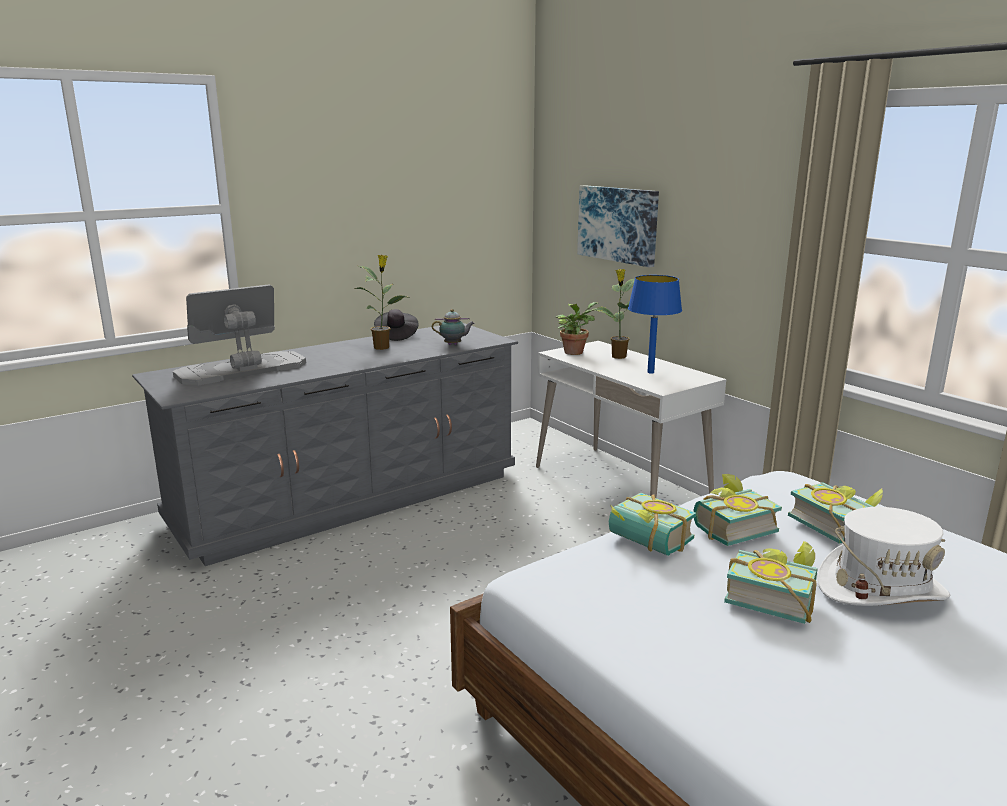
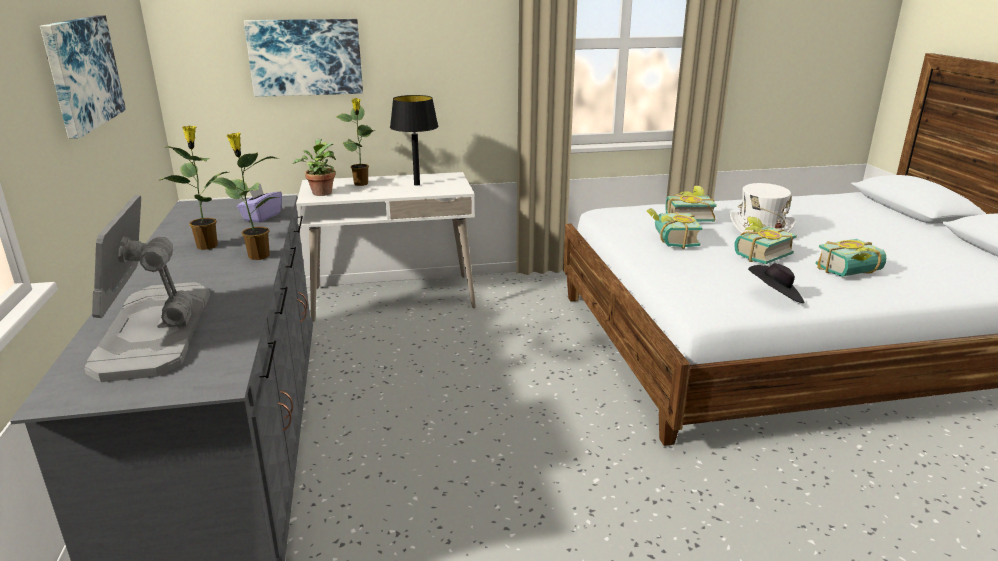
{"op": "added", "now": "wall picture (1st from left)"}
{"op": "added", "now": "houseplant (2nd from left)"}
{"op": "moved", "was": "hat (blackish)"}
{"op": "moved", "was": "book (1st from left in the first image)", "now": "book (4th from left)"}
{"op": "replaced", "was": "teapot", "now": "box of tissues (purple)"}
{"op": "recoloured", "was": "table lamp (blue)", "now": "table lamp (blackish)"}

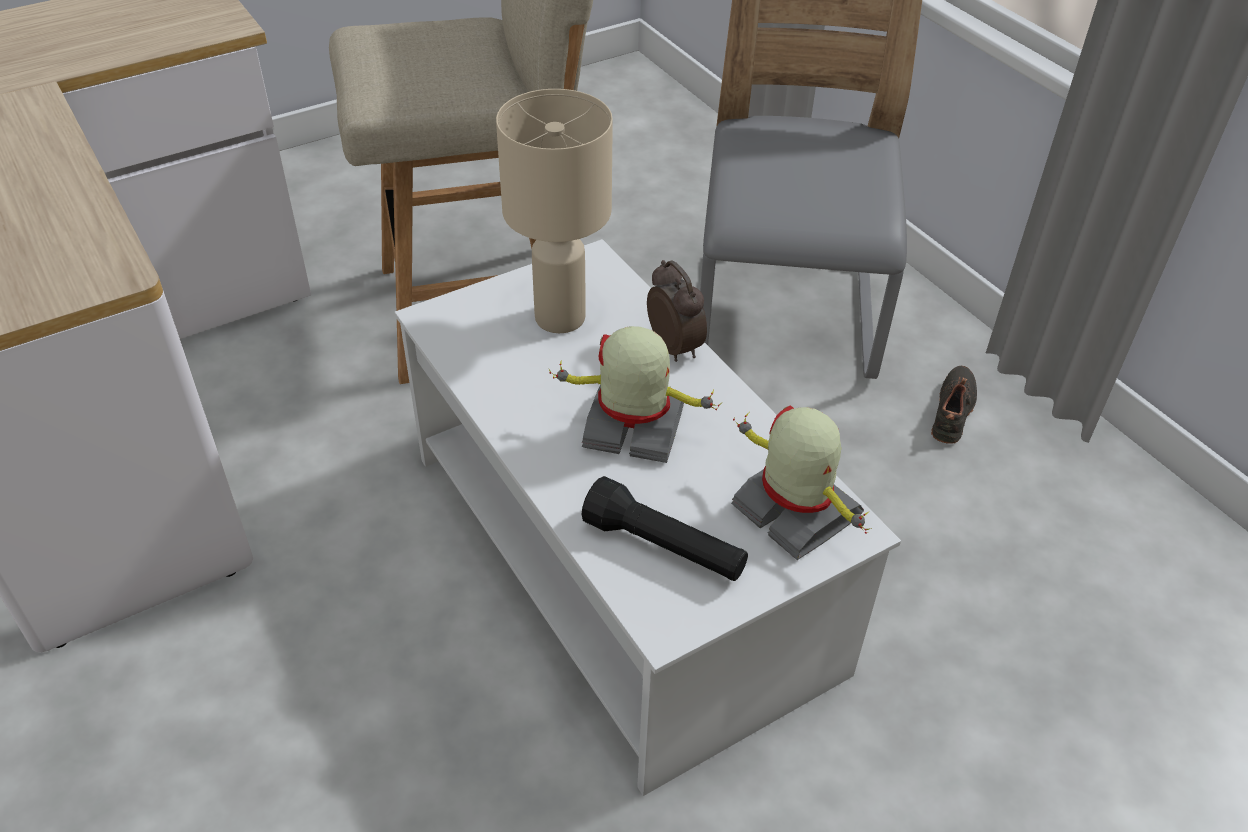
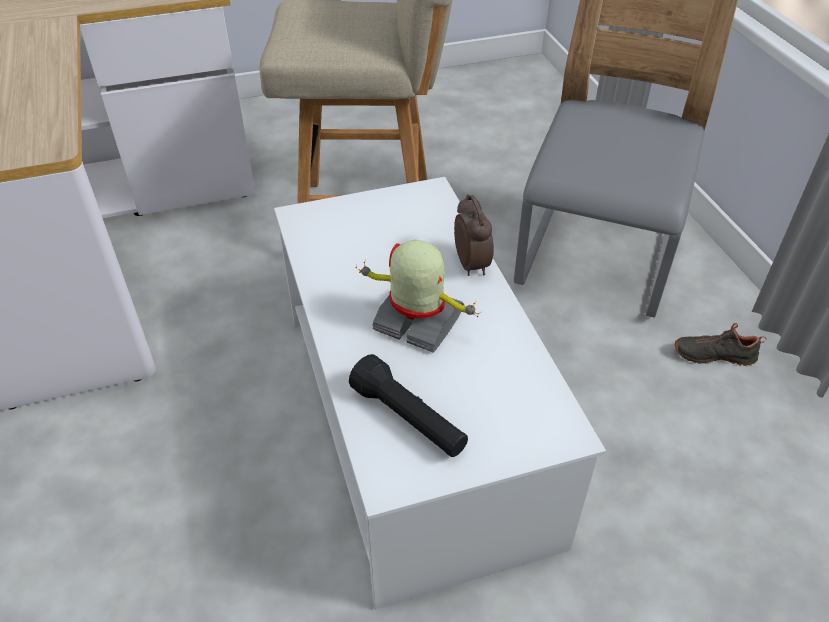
{"op": "removed", "was": "table lamp (sand-coloured)"}
{"op": "removed", "was": "robot figure (2nd from left)"}
{"op": "turned", "was": "item of footwear (blackish)", "clockwise": -120}

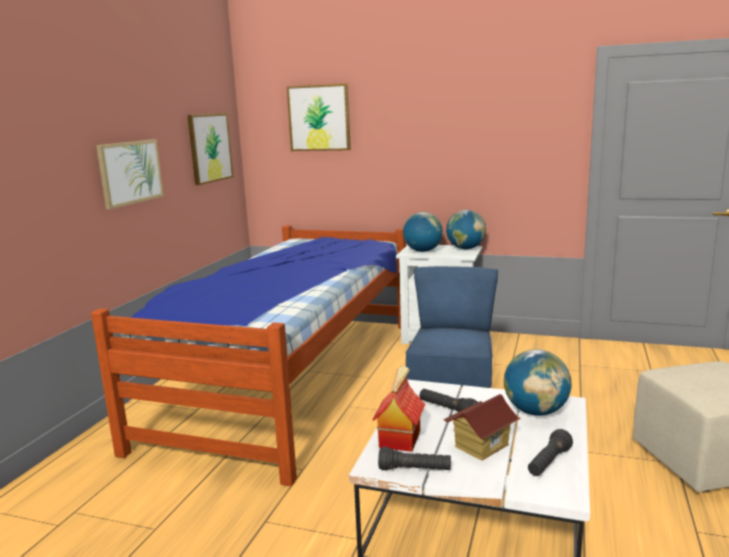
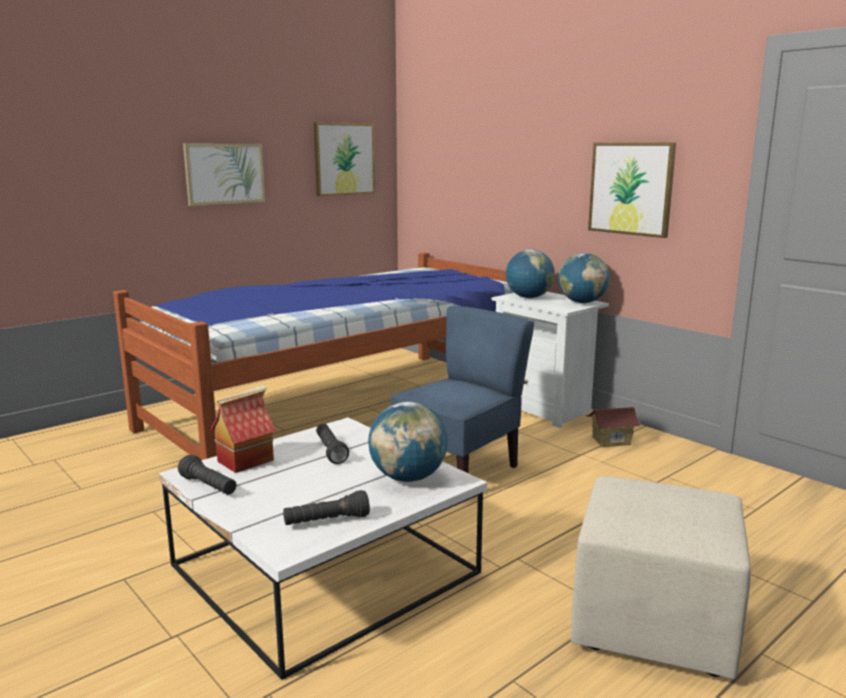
{"op": "moved", "was": "wall picture (3rd from left)"}
{"op": "moved", "was": "model house (2nd from left)"}

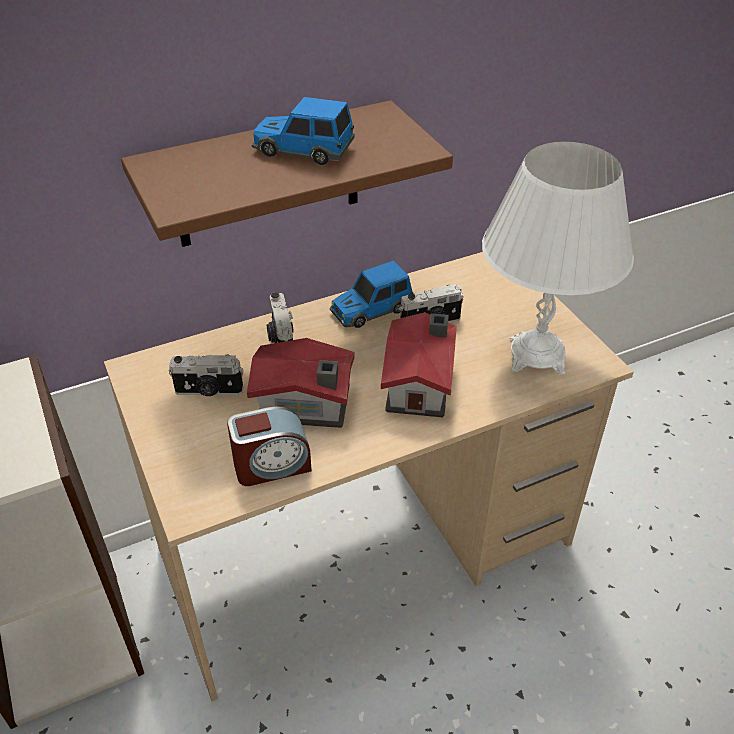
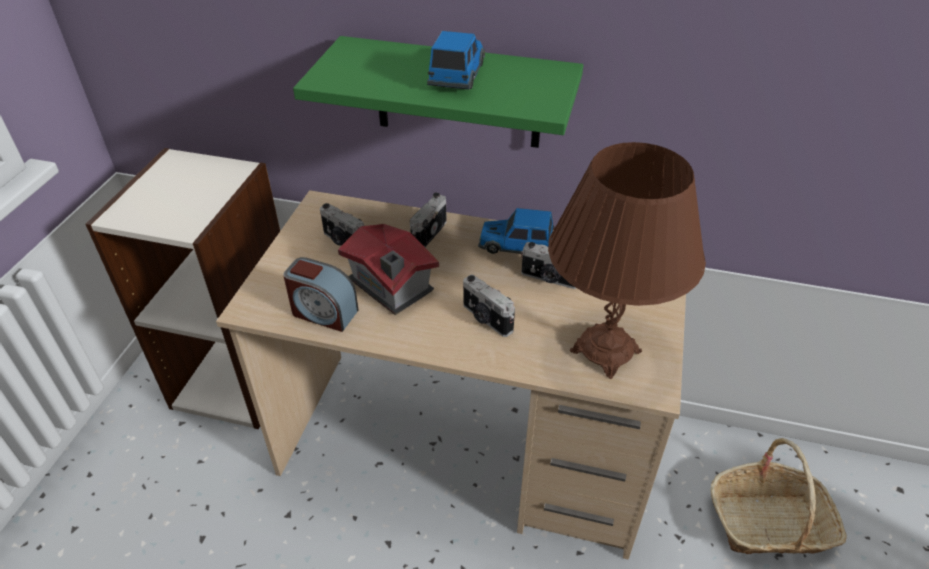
{"op": "added", "now": "storage basket"}
{"op": "replaced", "was": "model house (2nd from left)", "now": "photo camera (3rd from left)"}
{"op": "recoloured", "was": "bracket shelf (brown-coloured)", "now": "bracket shelf (green)"}
{"op": "recoloured", "was": "table lamp (white-coloured)", "now": "table lamp (brown-coloured)"}
{"op": "turned", "was": "model car (1st from left)", "clockwise": 45}

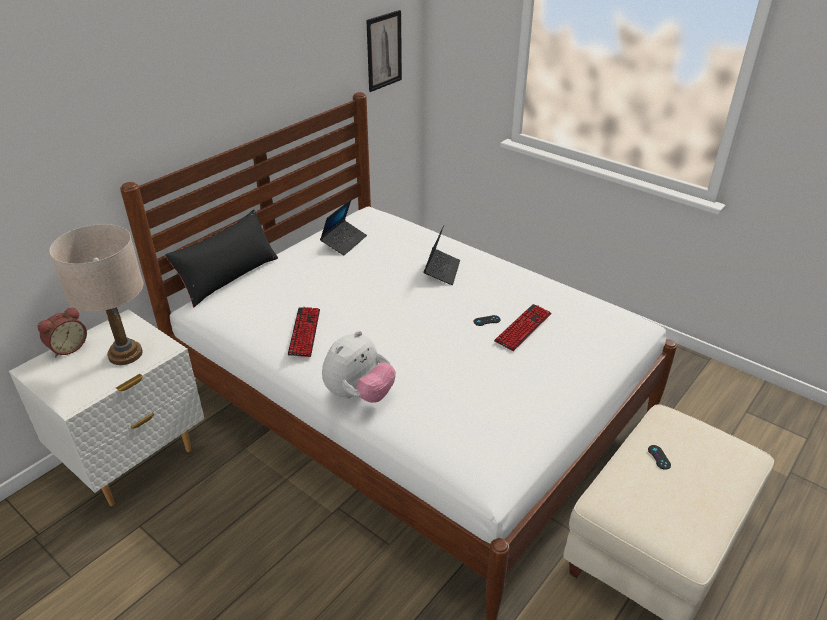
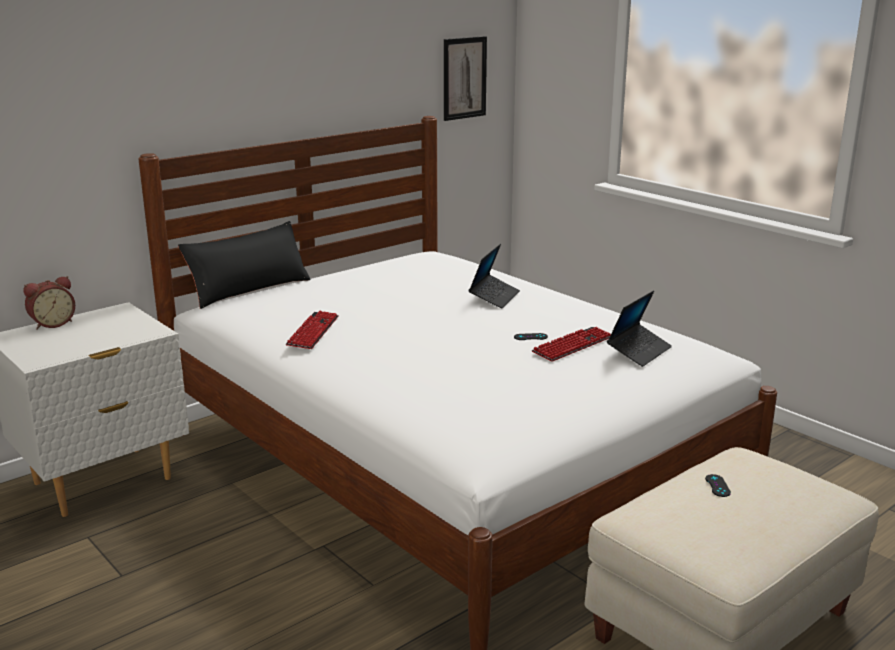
{"op": "removed", "was": "table lamp (sand-coloured)"}
{"op": "removed", "was": "plush toy"}
{"op": "moved", "was": "laptop (1st from left in the first image)", "now": "laptop (2nd from left)"}

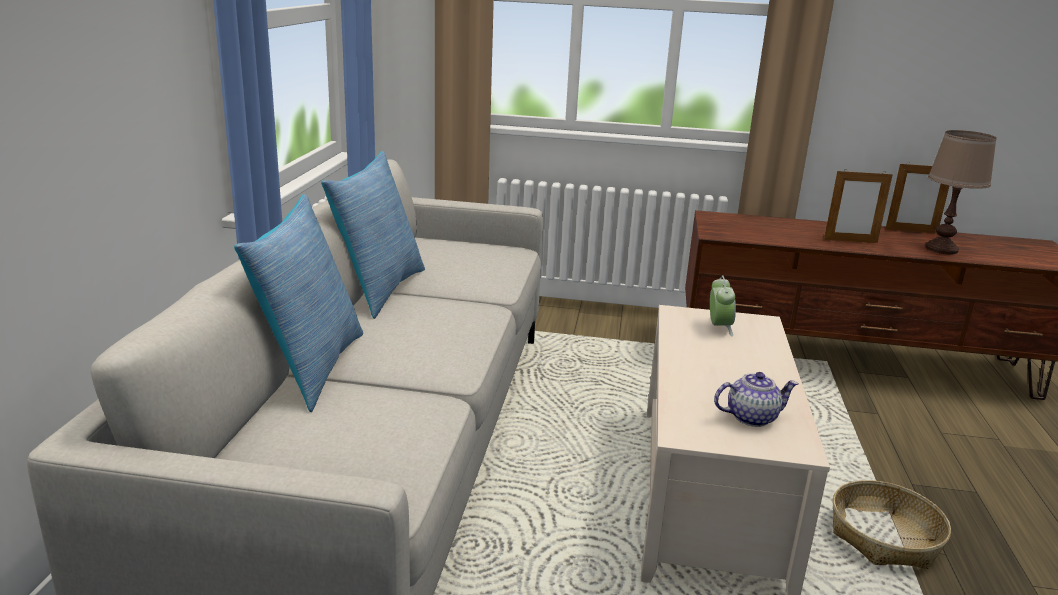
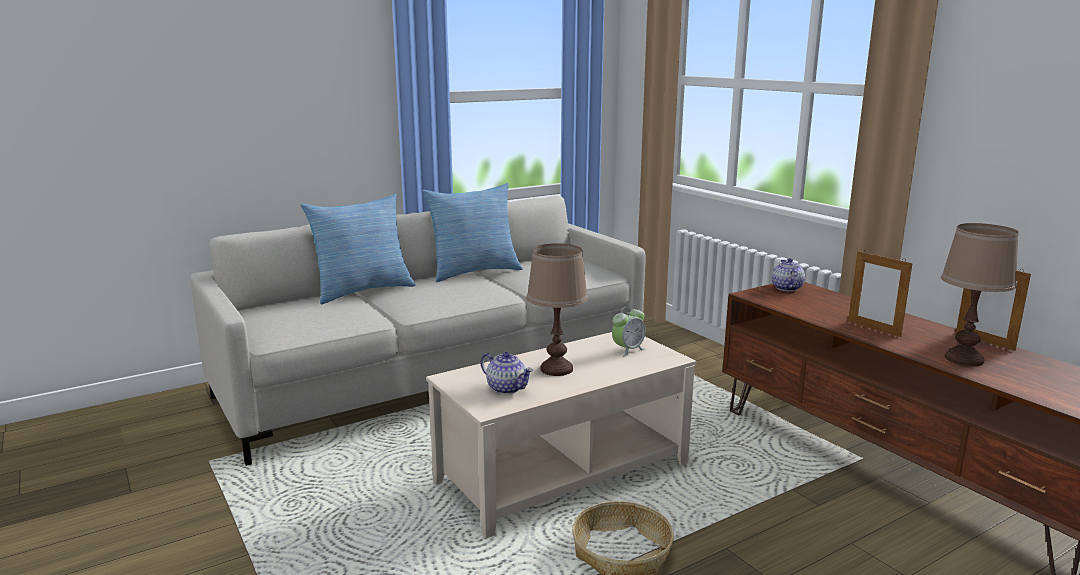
{"op": "added", "now": "table lamp (brown-coloured) (1st from left)"}
{"op": "added", "now": "teapot (2nd from left)"}

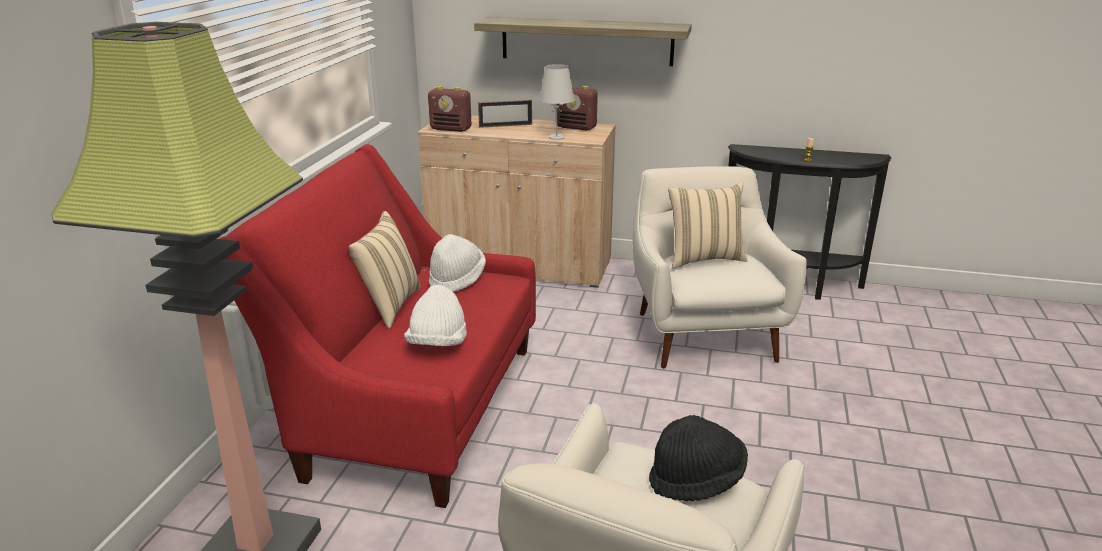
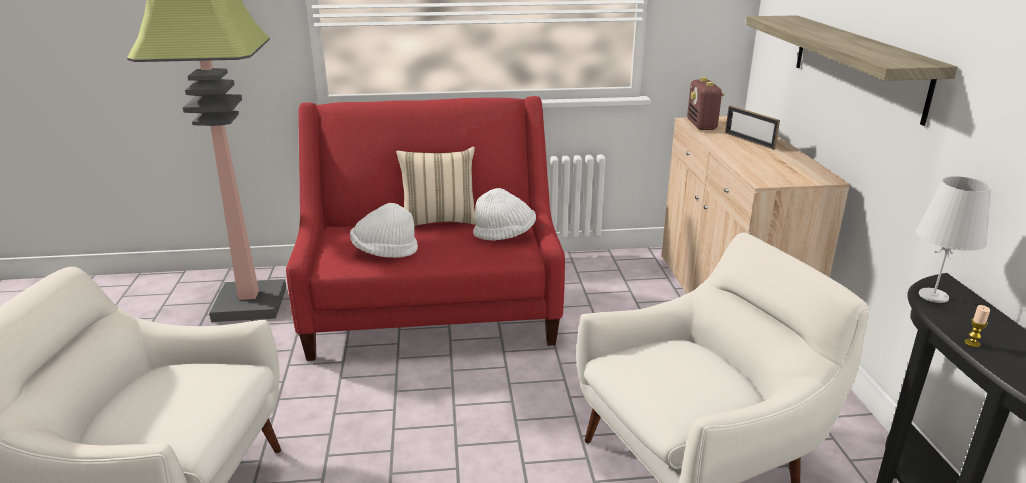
{"op": "removed", "was": "radio receiver (2nd from left)"}
{"op": "removed", "was": "hat (blackish)"}
{"op": "removed", "was": "pillow (sand-coloured) (2nd from left)"}
{"op": "moved", "was": "table lamp (white-coloured)"}

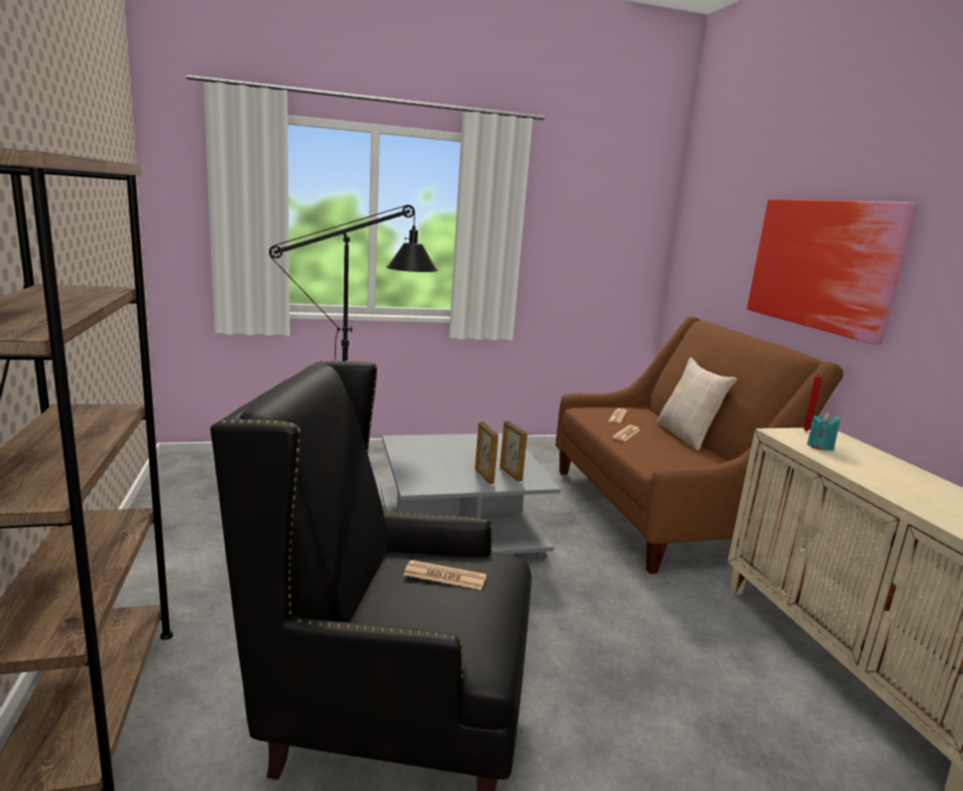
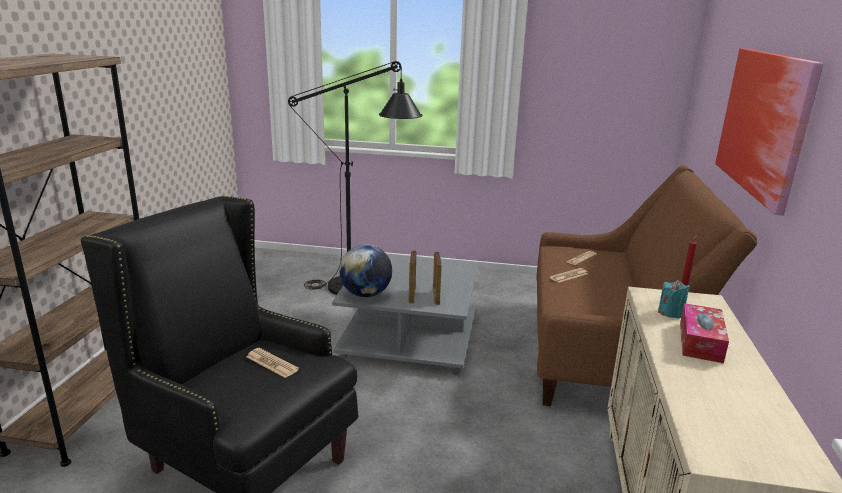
{"op": "removed", "was": "pillow (sand-coloured)"}
{"op": "added", "now": "desk globe"}
{"op": "added", "now": "box of tissues"}

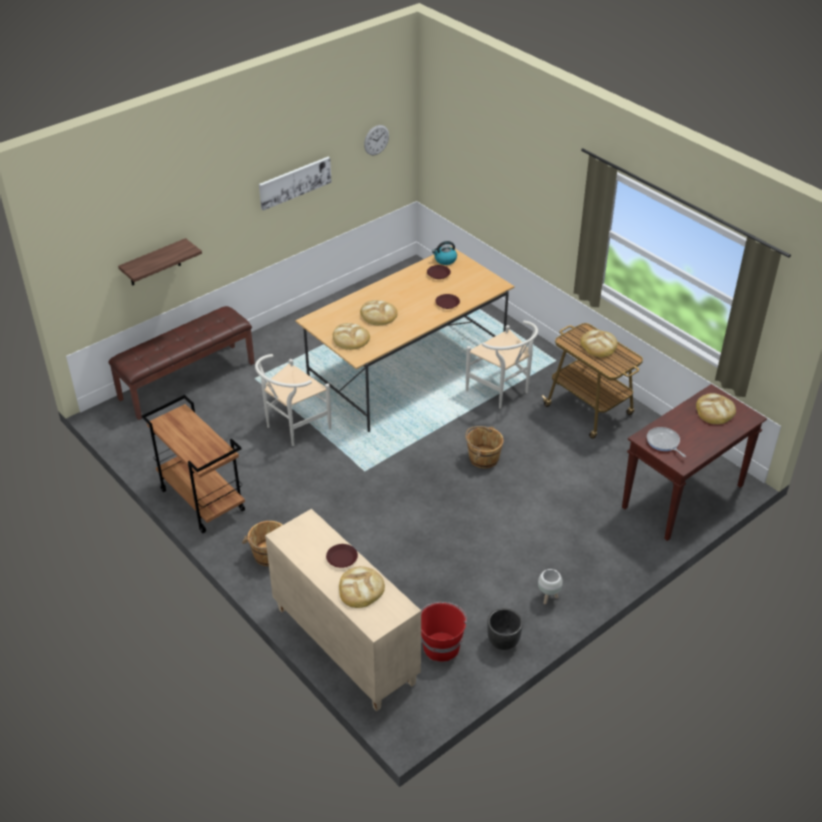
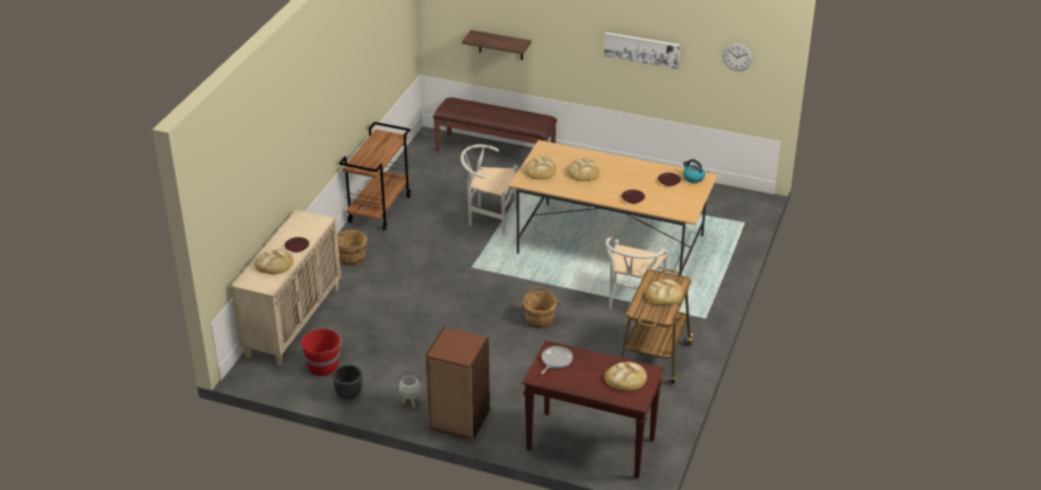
{"op": "added", "now": "bookshelf (brown-coloured)"}

